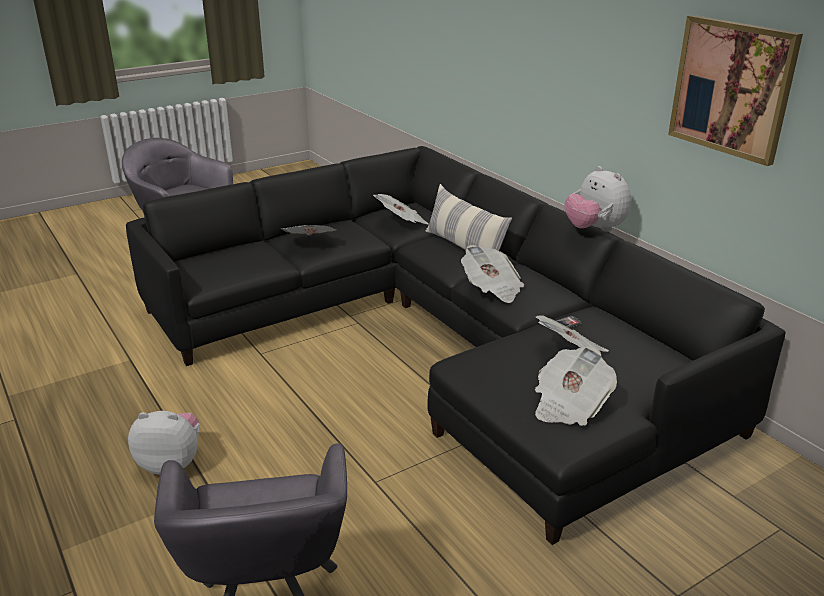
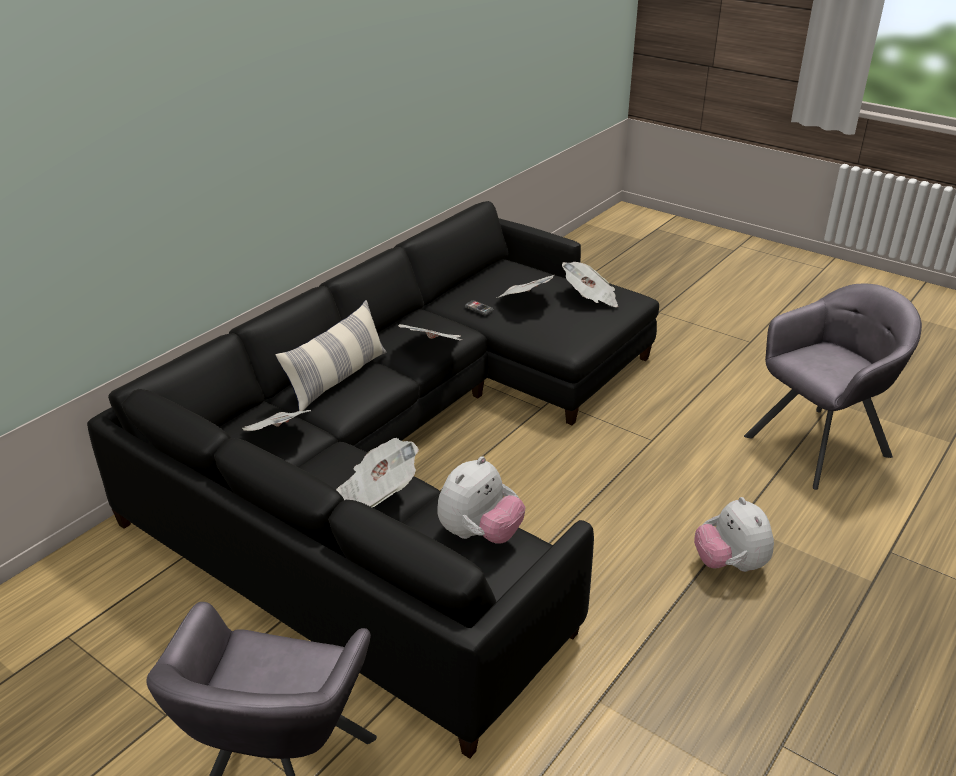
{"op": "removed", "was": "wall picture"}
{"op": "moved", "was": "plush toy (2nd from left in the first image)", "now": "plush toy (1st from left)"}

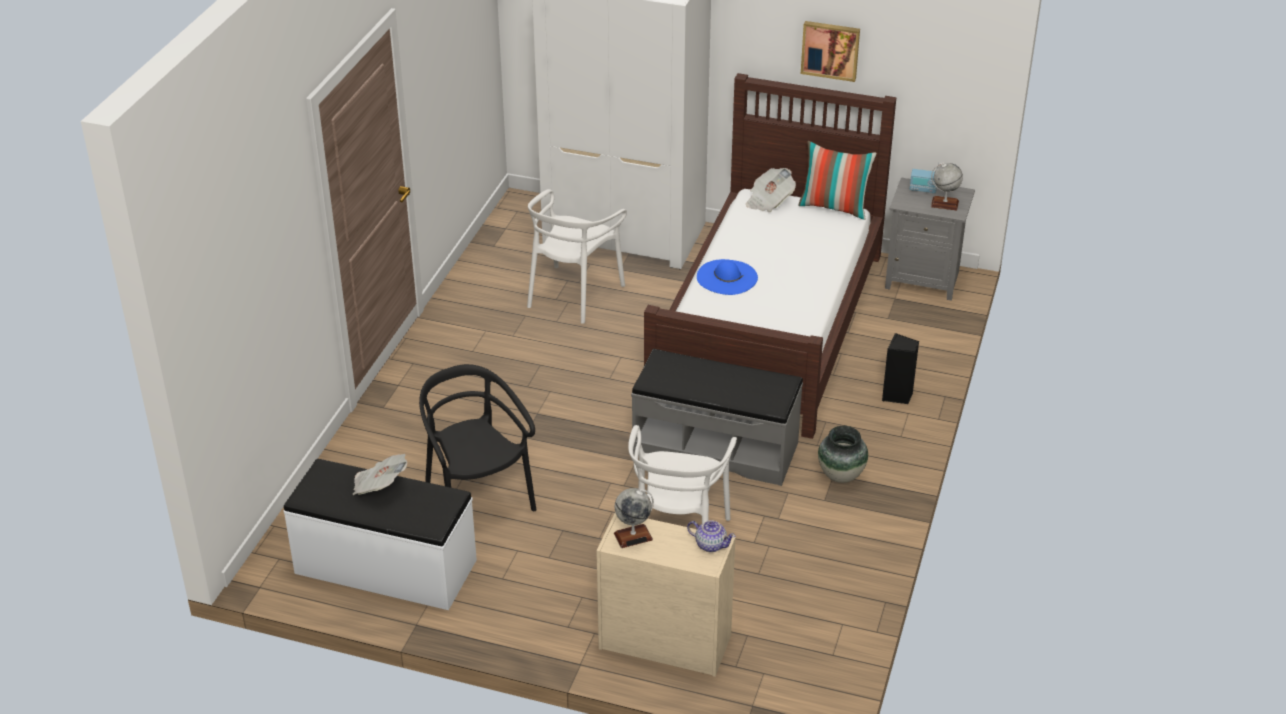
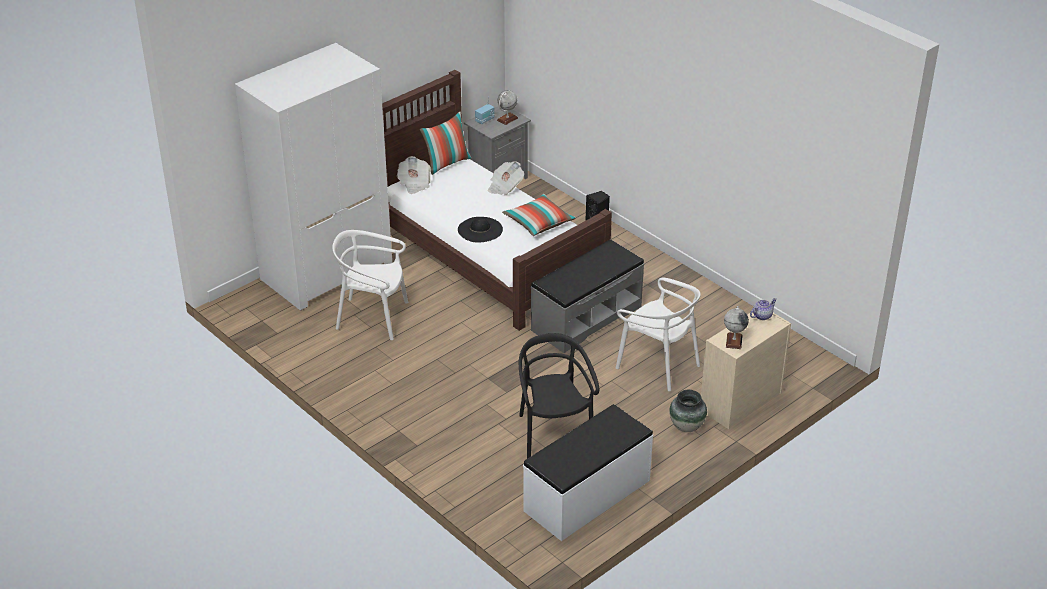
{"op": "removed", "was": "wall picture"}
{"op": "added", "now": "pillow (2nd from left)"}
{"op": "moved", "was": "newspaper (1st from left in the first image)", "now": "newspaper (2nd from left)"}
{"op": "moved", "was": "decorative vase"}
{"op": "recoloured", "was": "hat (blue)", "now": "hat (blackish)"}
{"op": "turned", "was": "upright chair (blackish)", "clockwise": 75}
{"op": "turned", "was": "upright chair (white-coloured) (1st from left)", "clockwise": 135}

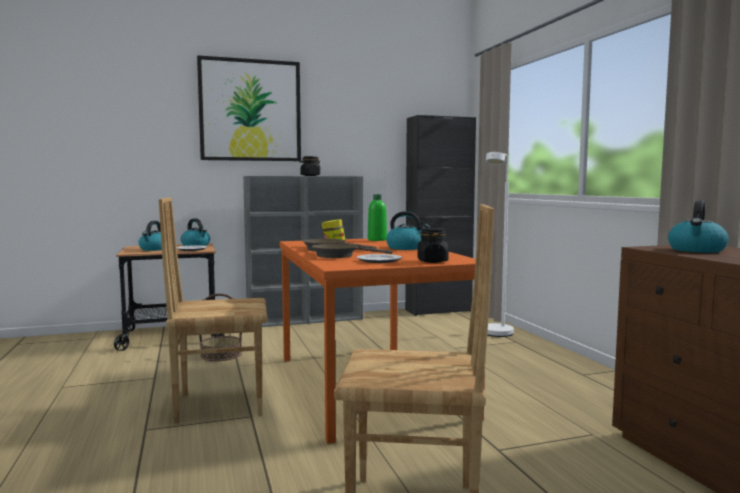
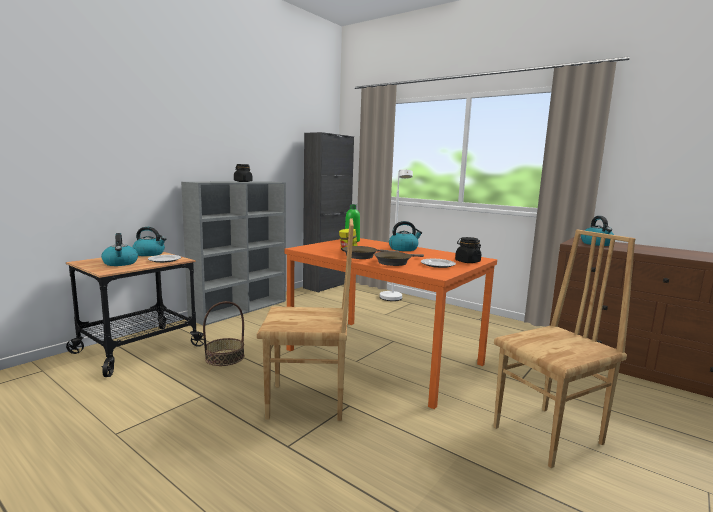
{"op": "removed", "was": "wall picture"}
{"op": "turned", "was": "upright chair (brown-coloured) (1st from left)", "clockwise": -135}

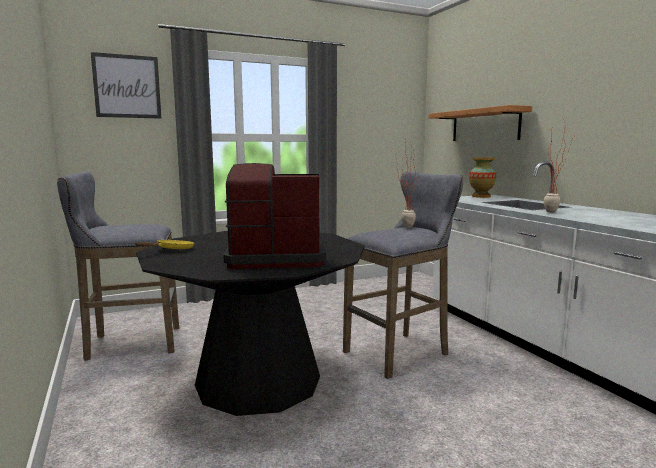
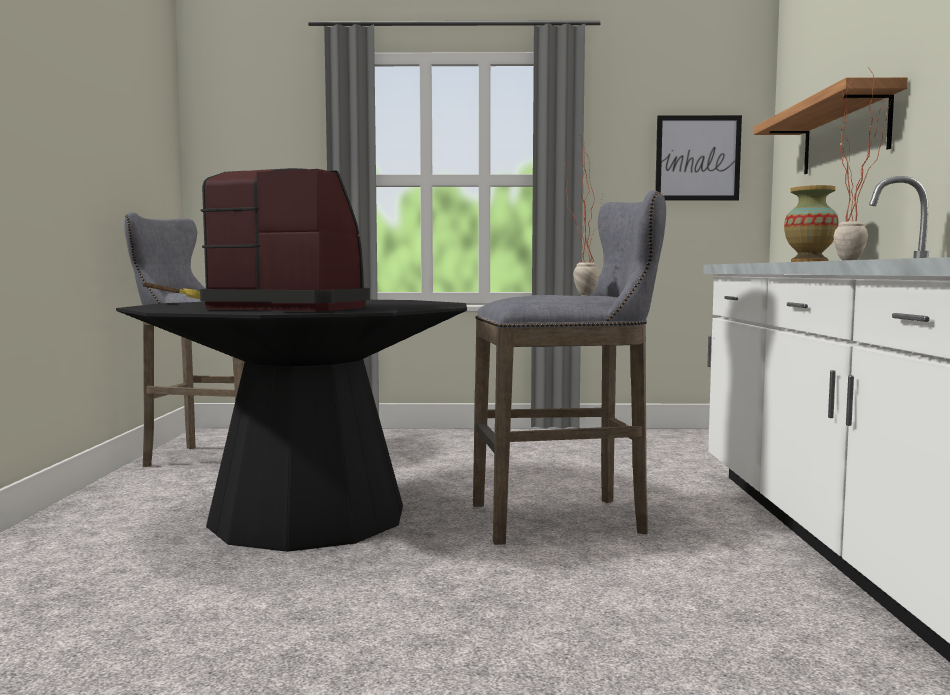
{"op": "moved", "was": "wall picture"}

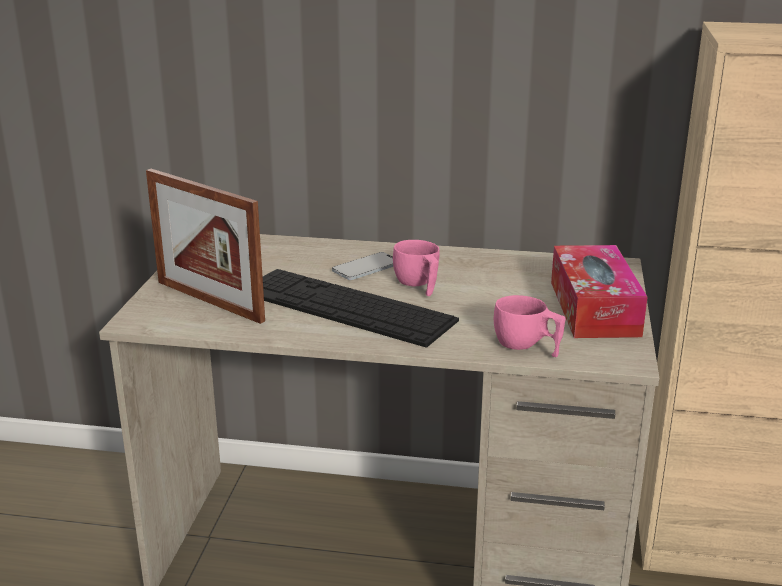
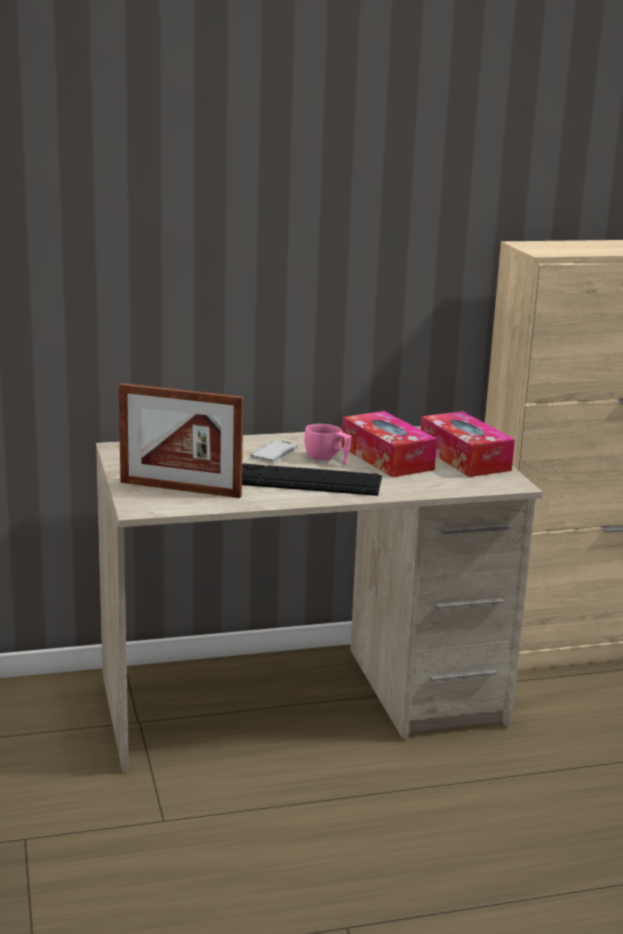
{"op": "removed", "was": "cup (pinkish) (2nd from left)"}
{"op": "added", "now": "box of tissues (1st from left)"}

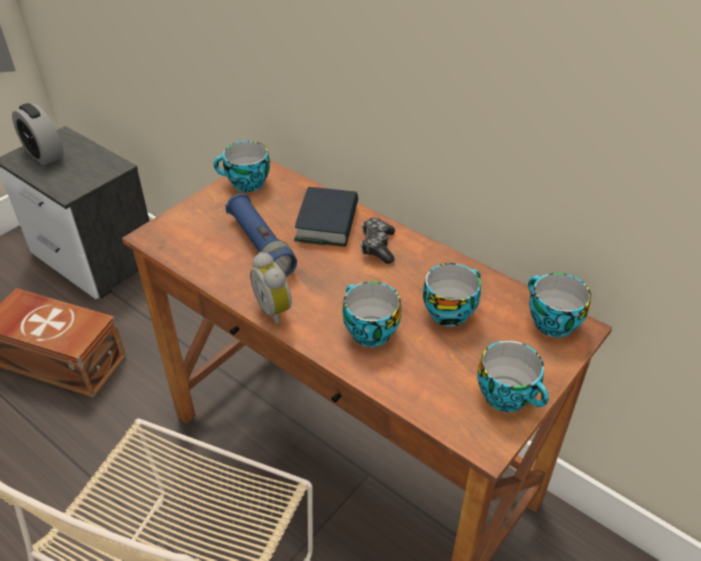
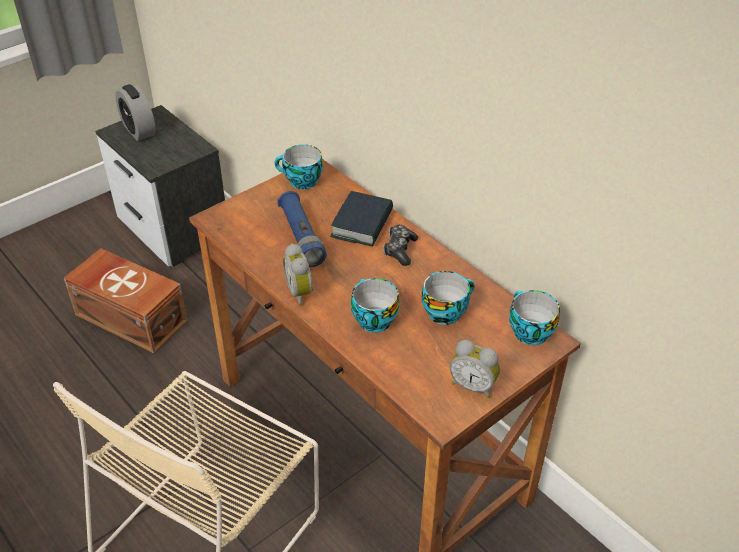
{"op": "replaced", "was": "cup (4th from left)", "now": "bedside clock (3rd from left)"}

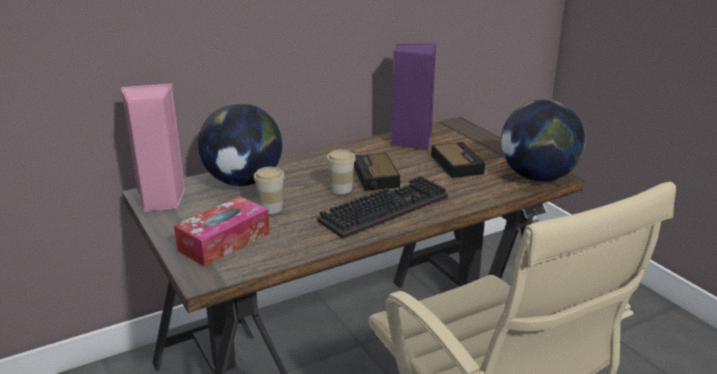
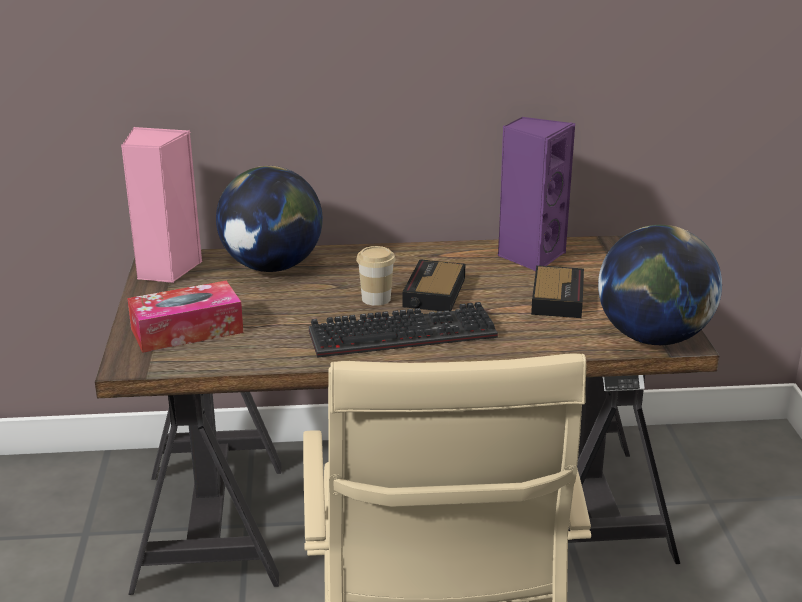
{"op": "removed", "was": "cup (1st from left)"}

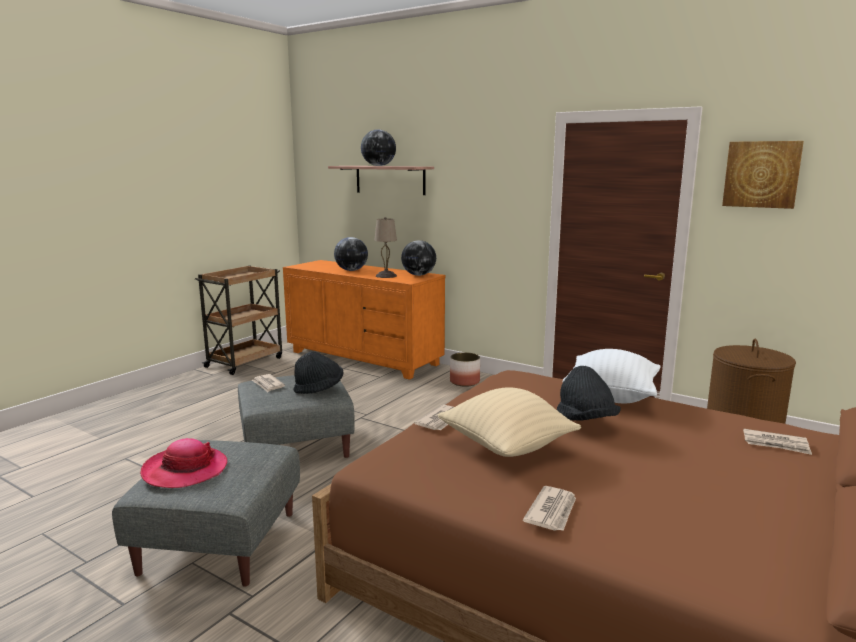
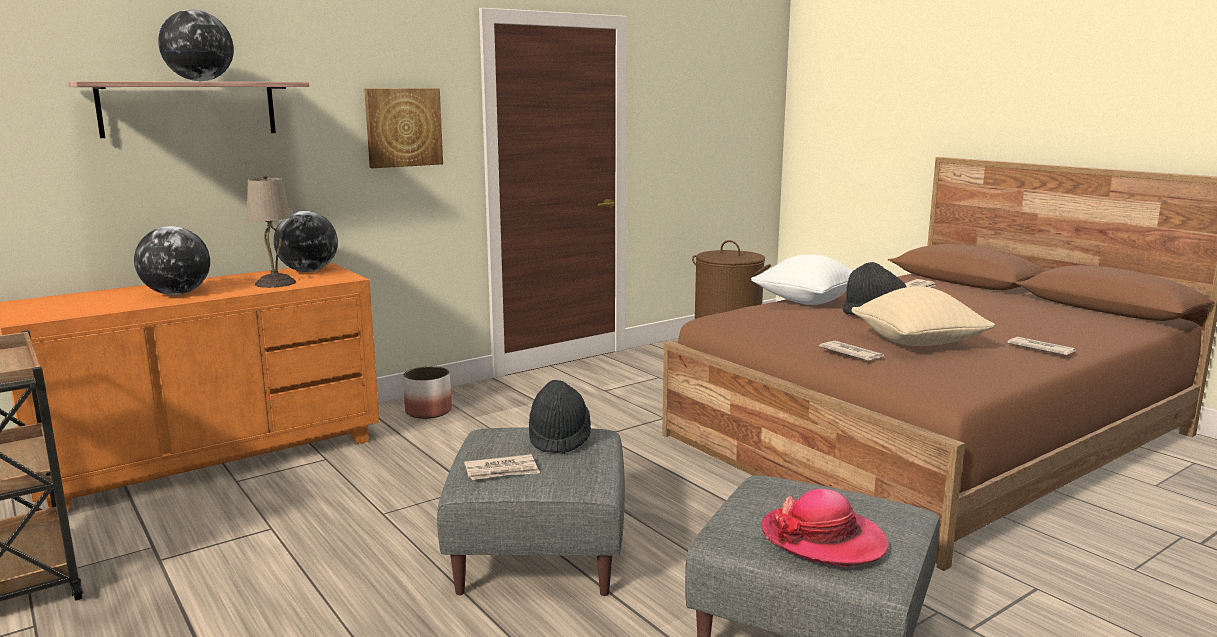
{"op": "moved", "was": "wall picture"}

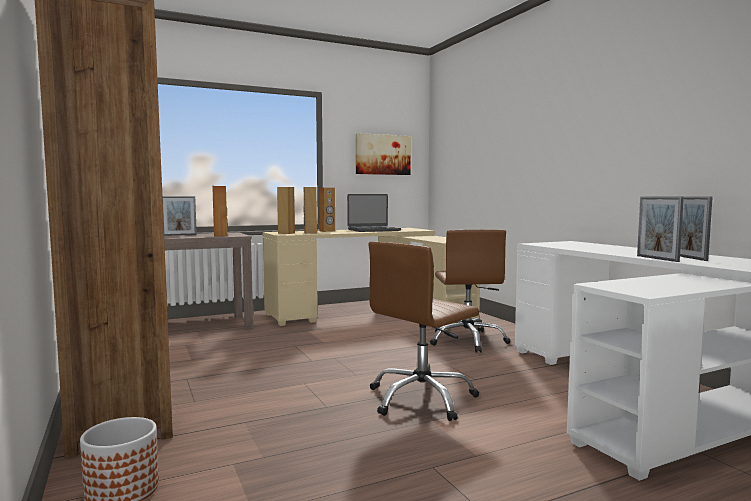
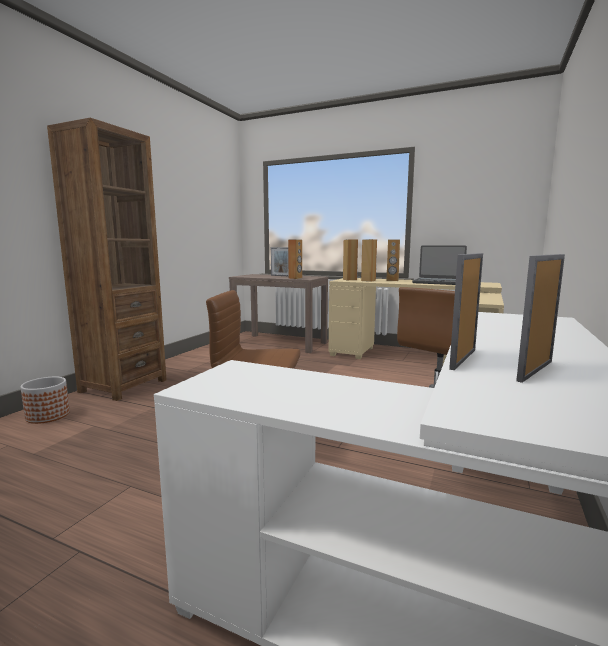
{"op": "removed", "was": "wall picture"}

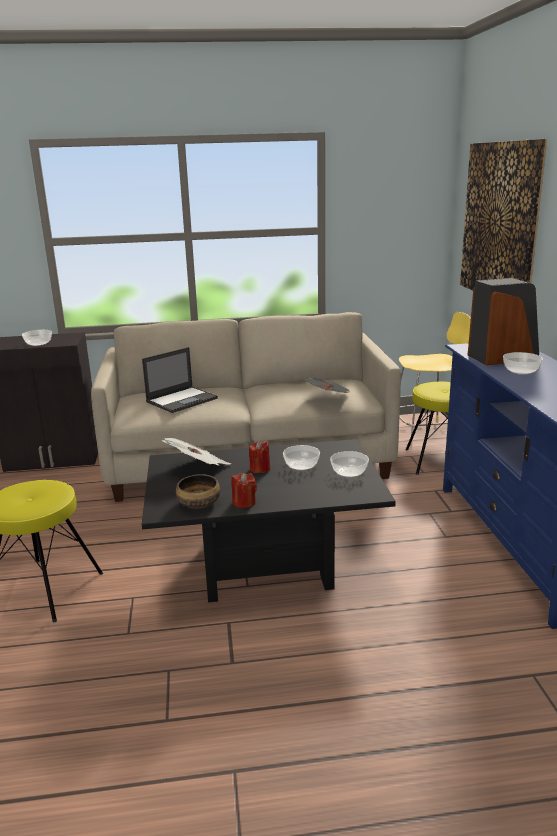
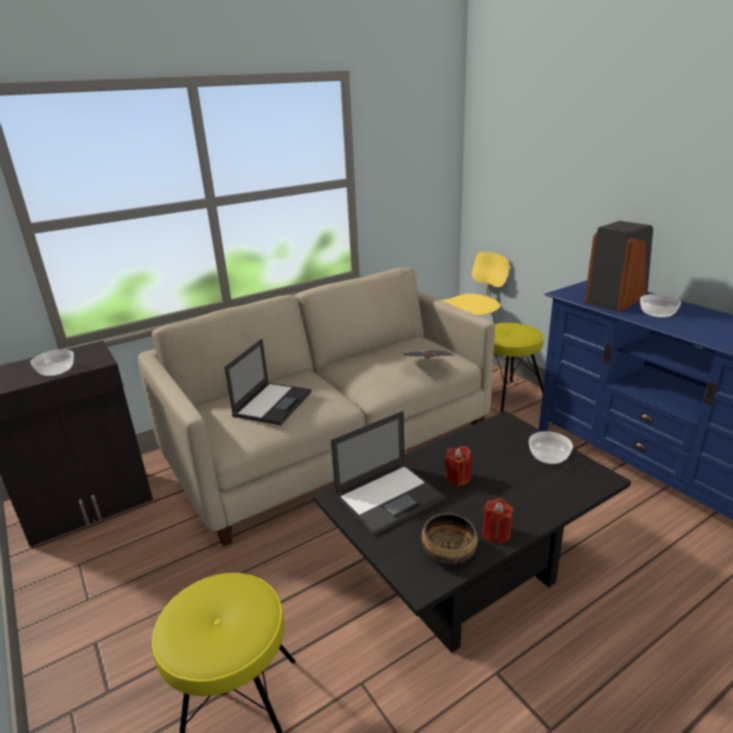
{"op": "removed", "was": "bowl (3rd from left)"}
{"op": "removed", "was": "wall picture"}
{"op": "replaced", "was": "newspaper (1st from left)", "now": "laptop (2nd from left)"}

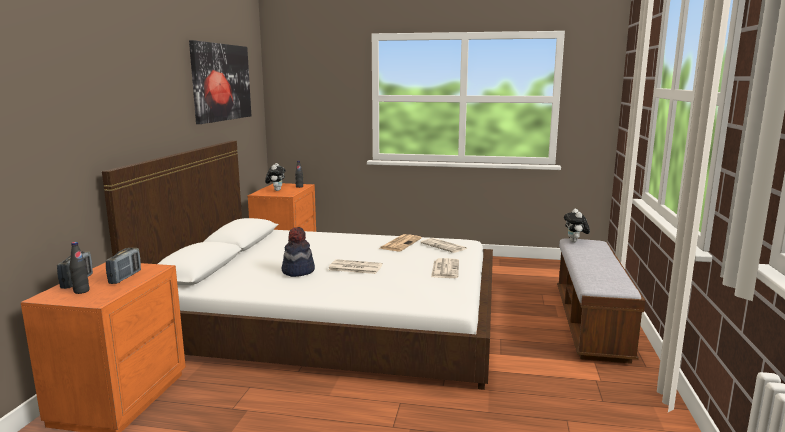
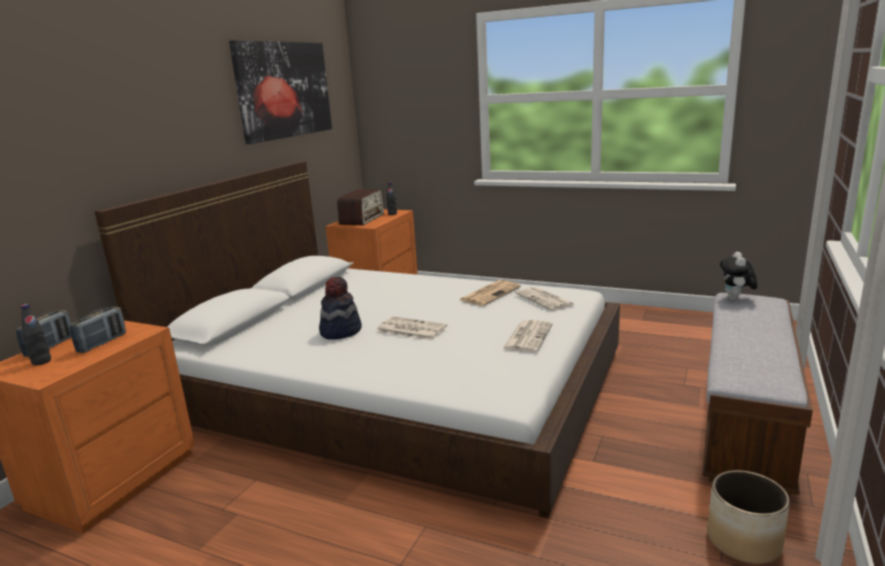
{"op": "added", "now": "flower pot"}
{"op": "replaced", "was": "plush toy (1st from left)", "now": "radio receiver (3rd from left)"}

